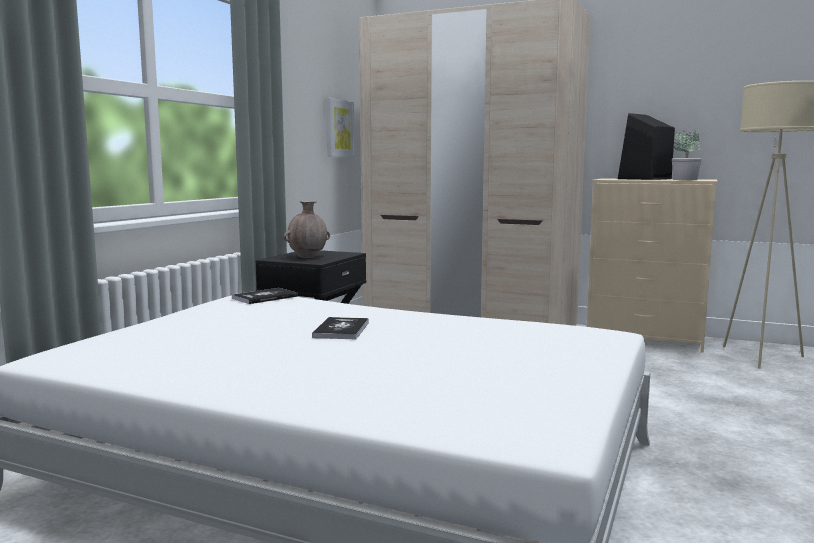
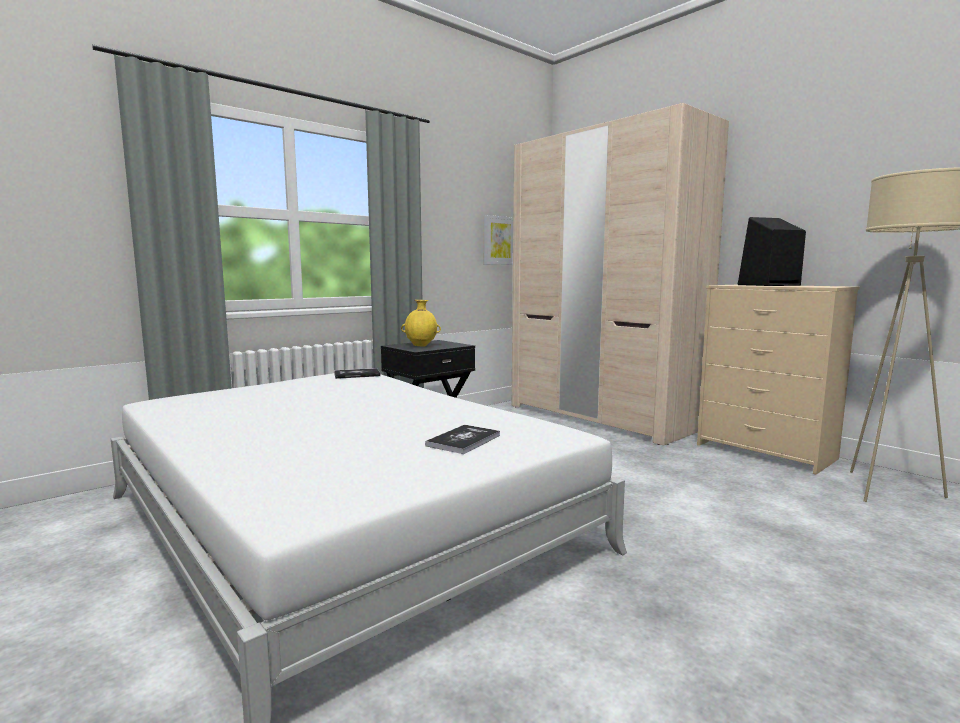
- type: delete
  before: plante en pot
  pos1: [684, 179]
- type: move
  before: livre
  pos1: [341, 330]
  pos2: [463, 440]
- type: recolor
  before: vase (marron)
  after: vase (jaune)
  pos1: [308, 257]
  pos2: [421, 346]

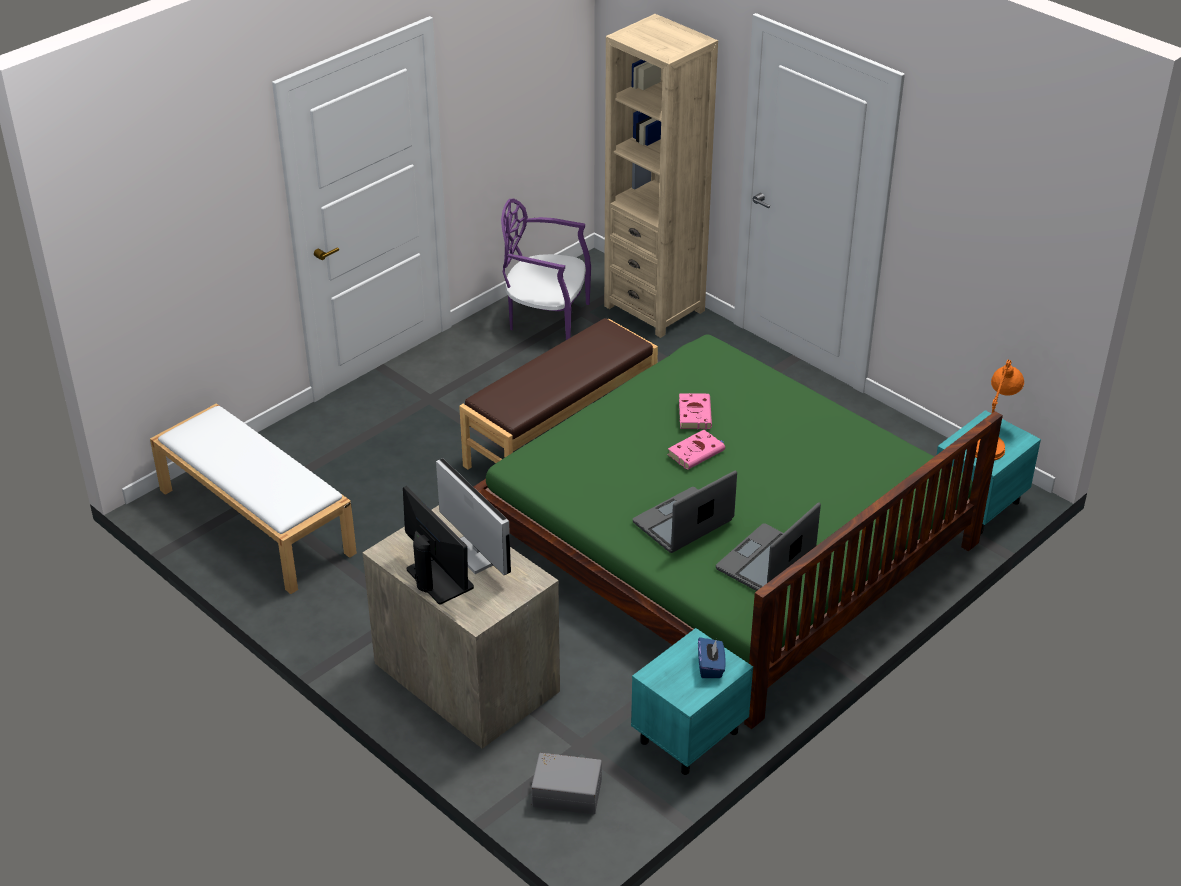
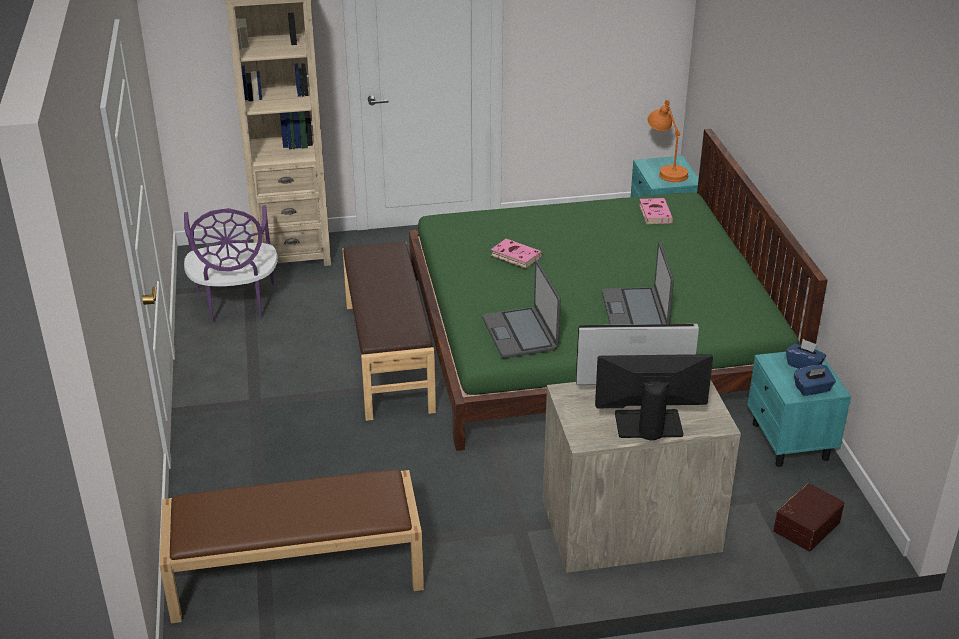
- type: insert
  after: boîte à mouchoirs (bleu)
  pos2: [812, 389]
- type: move
  before: livre (rose)
  pos1: [697, 452]
  pos2: [655, 213]
- type: move
  before: ordinateur portable
  pos1: [766, 562]
  pos2: [520, 334]
- type: recolor
  before: banc (blanc)
  after: banc (marron)
  pos1: [254, 521]
  pos2: [294, 573]
- type: recolor
  before: boîte de rangement (gris)
  after: boîte de rangement (marron)
  pos1: [567, 791]
  pos2: [805, 526]
- type: rotate
  before: chaise (violet)
  pos1: [546, 320]
  pos2: [235, 304]
  turn: -60

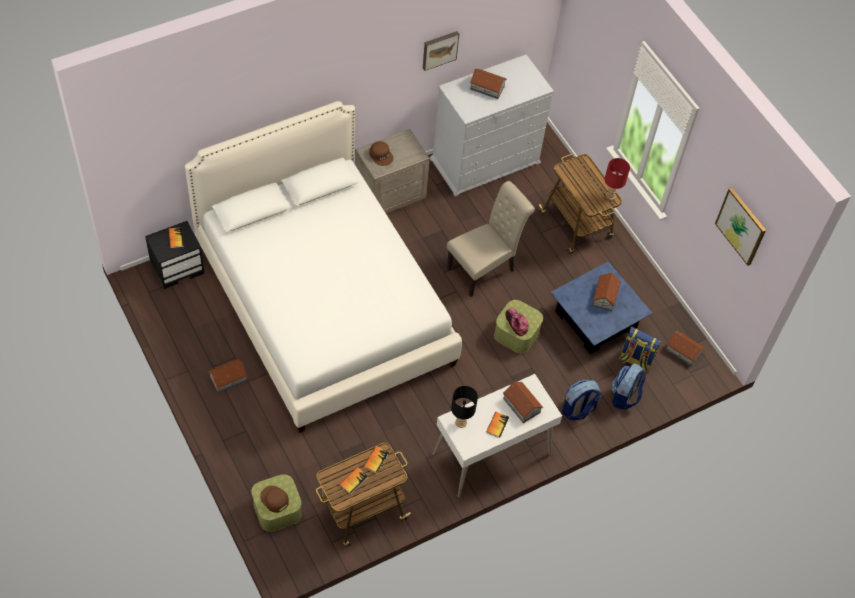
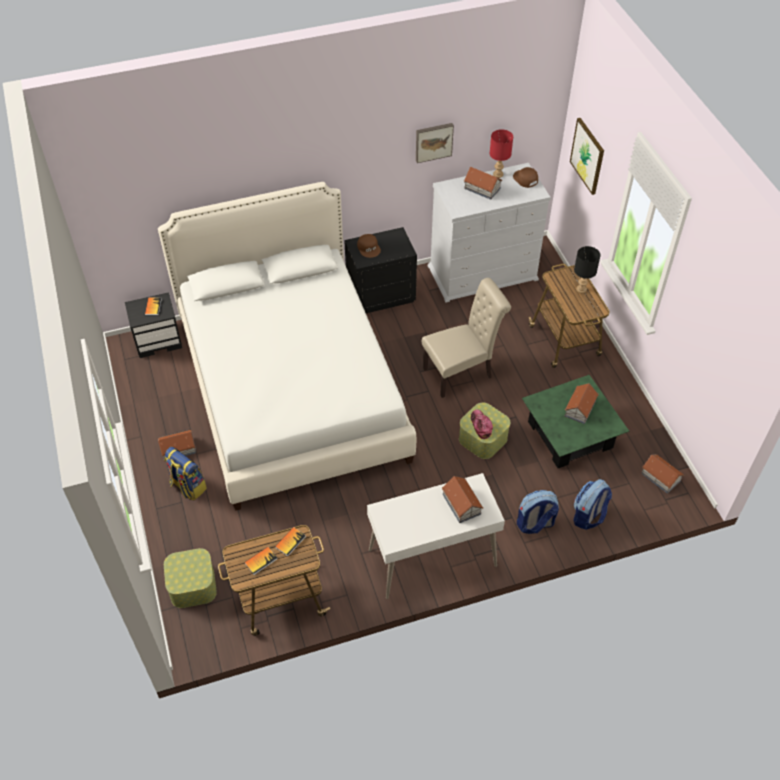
- type: delete
  before: livre
  pos1: [497, 425]
- type: move
  before: casquette (marron)
  pos1: [274, 499]
  pos2: [525, 179]
- type: move
  before: lampe de table (noir)
  pos1: [461, 423]
  pos2: [581, 290]
- type: move
  before: lampe de table (rouge)
  pos1: [610, 195]
  pos2: [498, 174]
- type: move
  before: sac à dos
  pos1: [635, 360]
  pos2: [187, 486]
- type: move
  before: tableau
  pos1: [741, 226]
  pos2: [587, 156]
- type: recolor
  before: table de chevet (beige)
  after: table de chevet (noir)
  pos1: [389, 194]
  pos2: [380, 294]
- type: recolor
  before: table basse (bleu)
  after: table basse (vert)
  pos1: [596, 320]
  pos2: [570, 435]

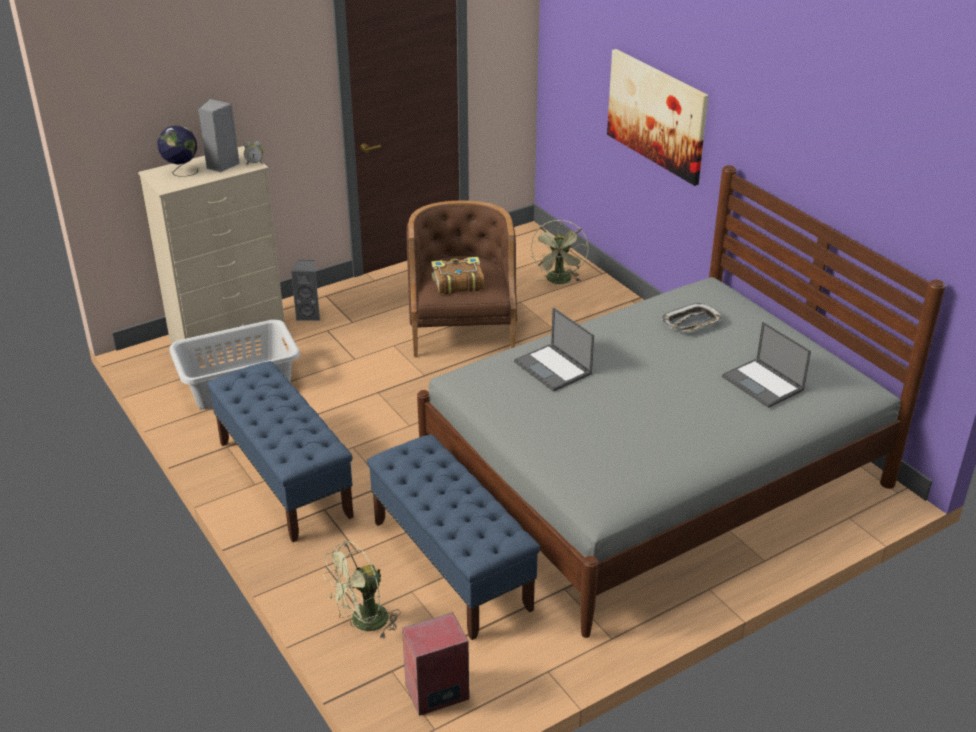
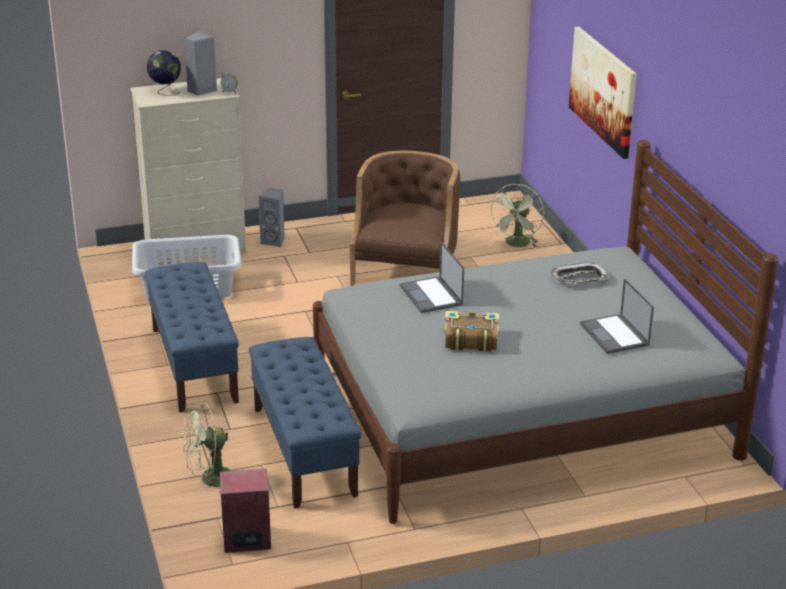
- type: move
  before: livre
  pos1: [457, 283]
  pos2: [470, 339]

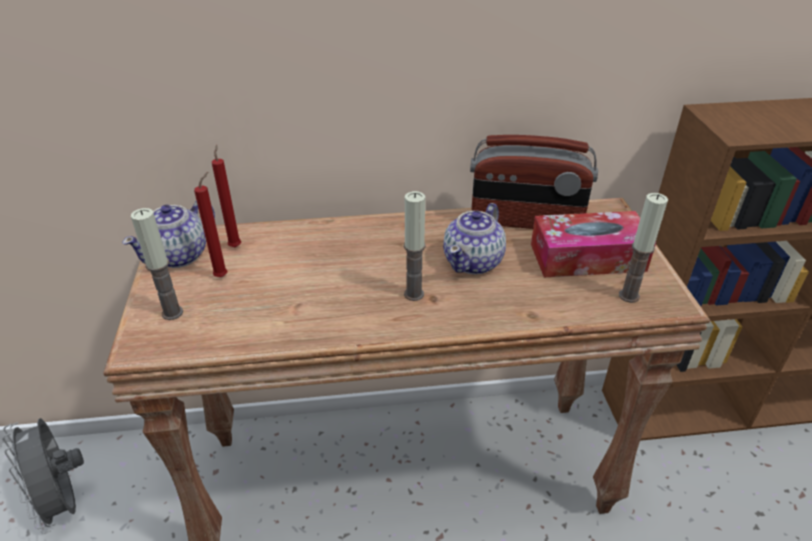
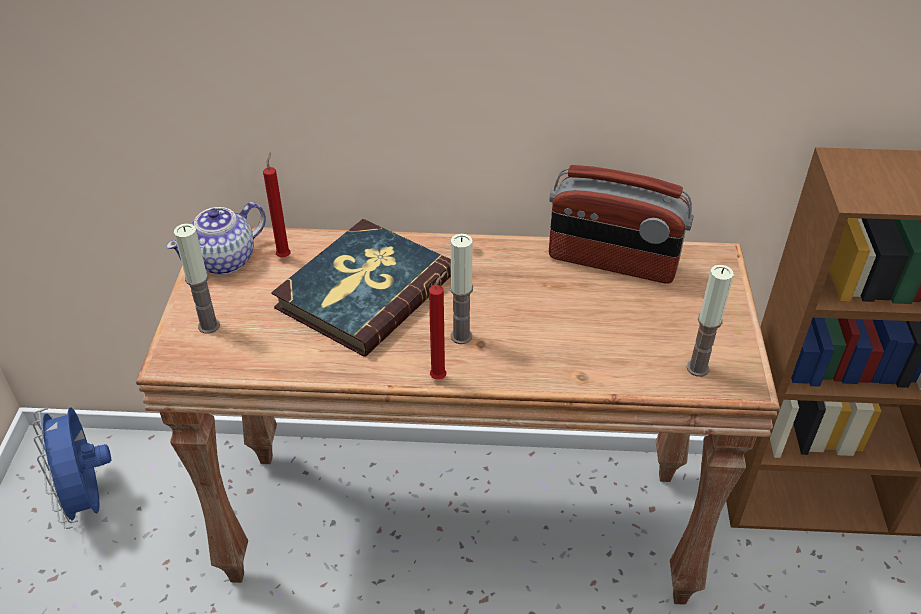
- type: delete
  before: théière
  pos1: [474, 261]
- type: delete
  before: boîte à mouchoirs
  pos1: [587, 257]
- type: insert
  after: livre
  pos2: [364, 291]
- type: move
  before: bougie (rouge)
  pos1: [223, 276]
  pos2: [440, 376]
- type: recolor
  before: ventilateur (gris)
  after: ventilateur (bleu)
  pos1: [65, 502]
  pos2: [89, 499]

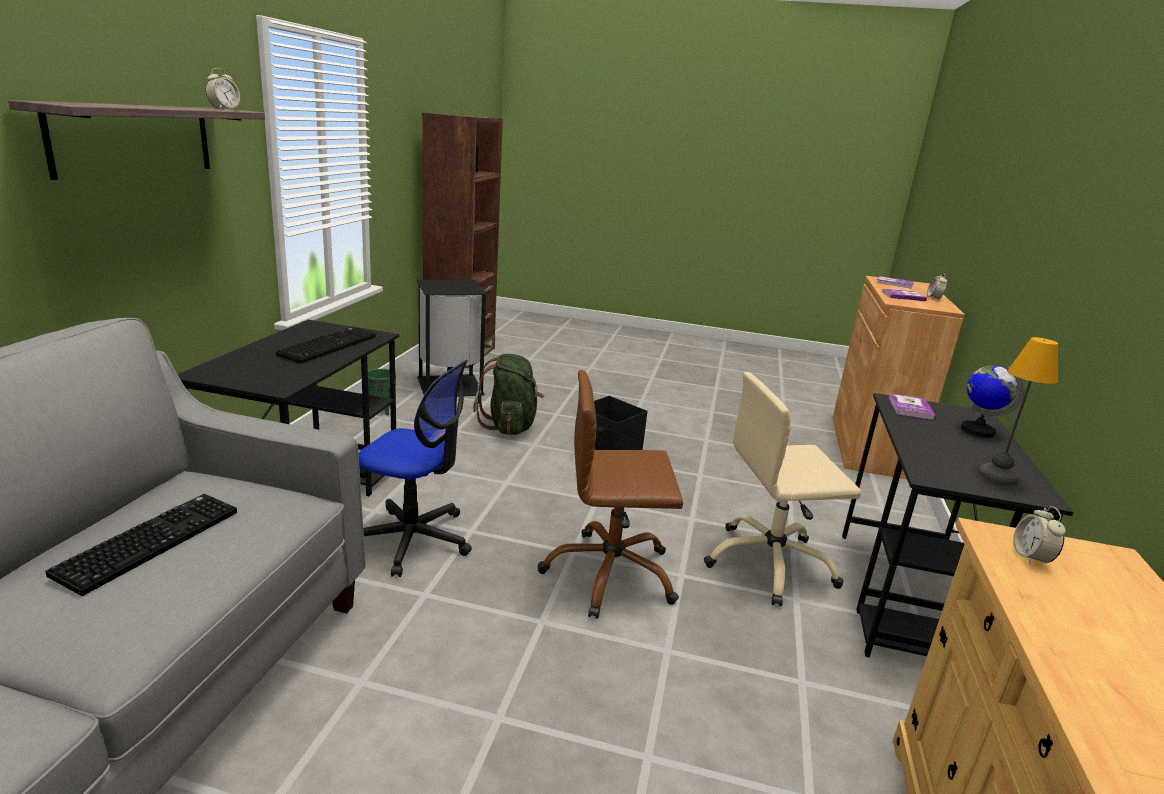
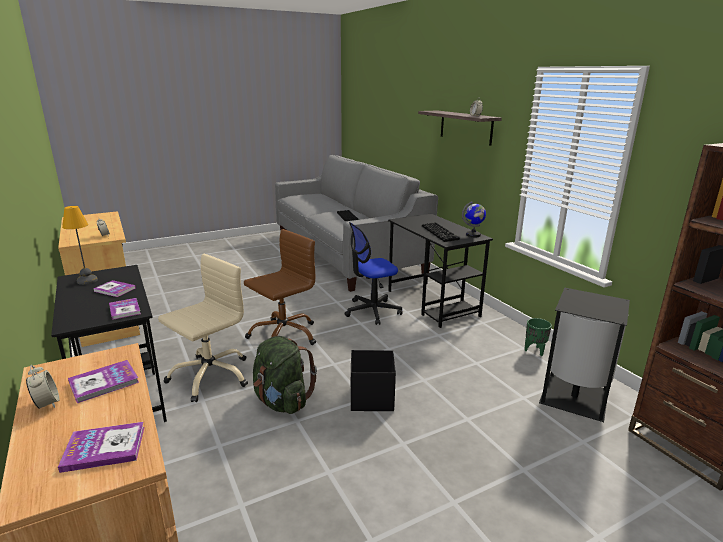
- type: insert
  after: livre
  pos2: [115, 289]
- type: move
  before: sac à dos (vert)
  pos1: [510, 426]
  pos2: [282, 402]
- type: move
  before: globe
  pos1: [977, 431]
  pos2: [473, 235]

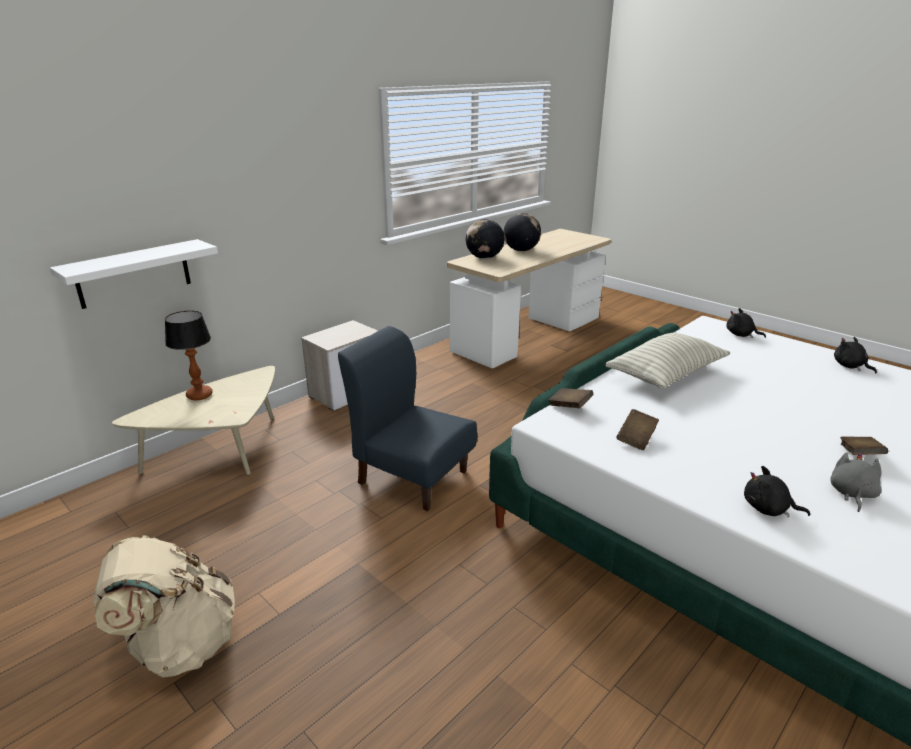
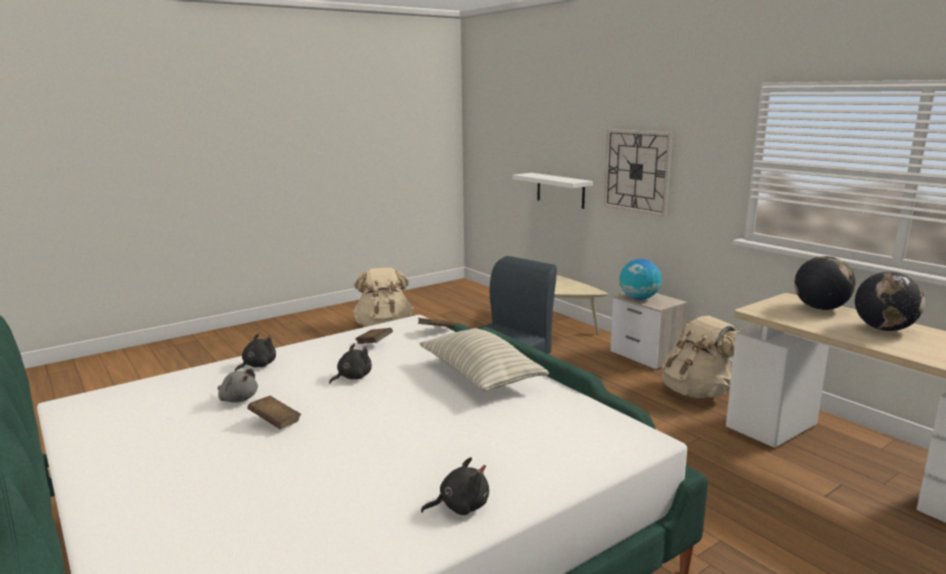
- type: delete
  before: lampe de table
  pos1: [199, 395]
- type: insert
  after: horloge murale
  pos2: [637, 171]
- type: insert
  after: globe
  pos2: [638, 298]
- type: insert
  after: sac à dos (beige)
  pos2: [697, 392]
- type: move
  before: peluche (noir)
  pos1: [741, 335]
  pos2: [352, 377]

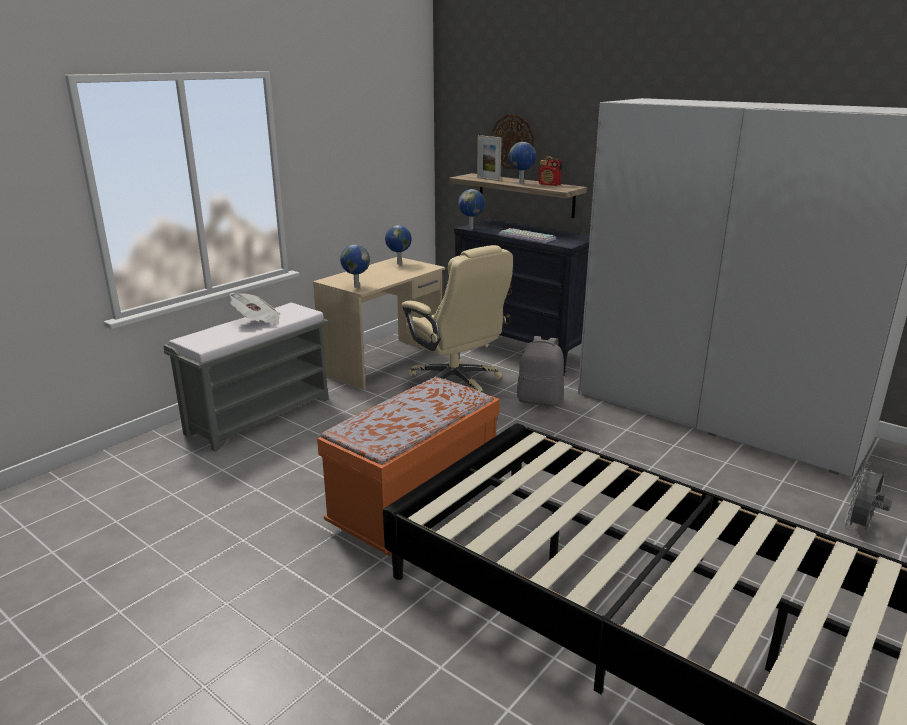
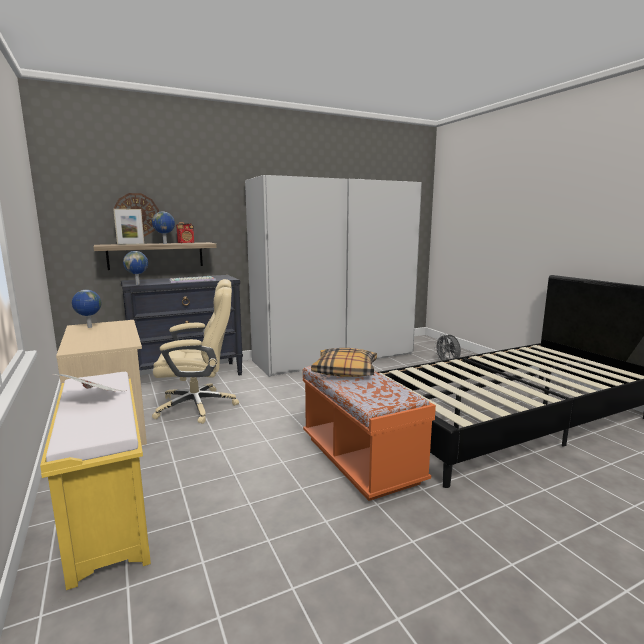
- type: delete
  before: globe
  pos1: [356, 287]
- type: delete
  before: sac à dos (gris)
  pos1: [540, 400]
- type: insert
  after: coussin
  pos2: [345, 371]
- type: recolor
  before: banc (gris)
  after: banc (jaune)
  pos1: [260, 415]
  pos2: [107, 514]

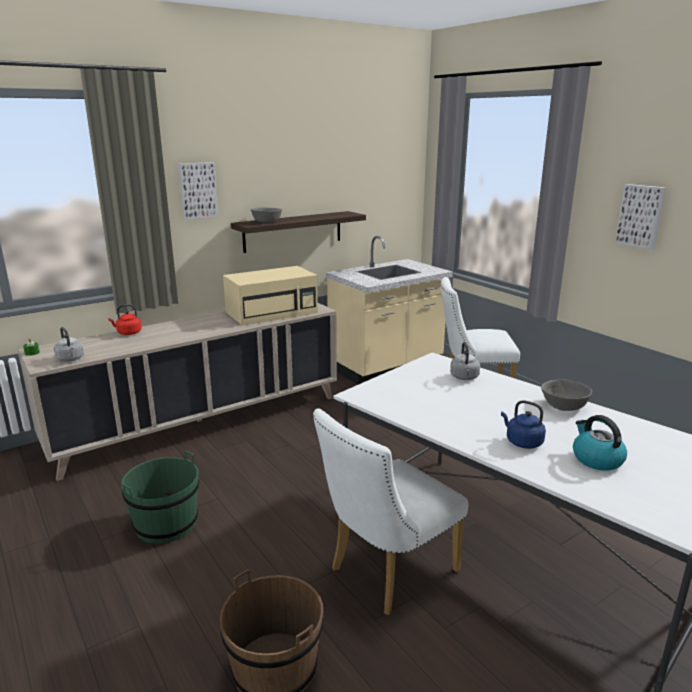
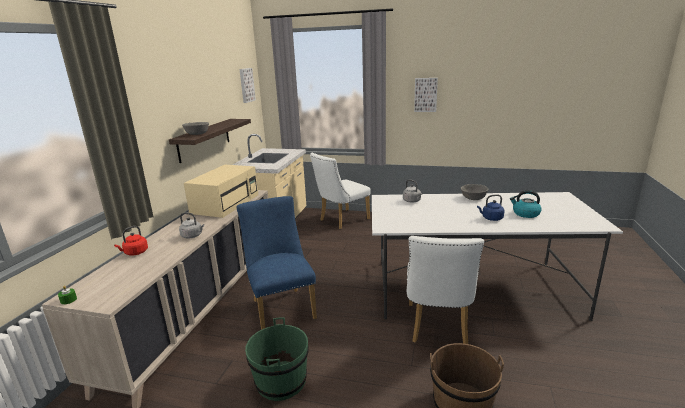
- type: insert
  after: chaise (bleu)
  pos2: [282, 306]
- type: move
  before: bouilloire (gris)
  pos1: [70, 359]
  pos2: [193, 236]
- type: move
  before: tableau
  pos1: [197, 190]
  pos2: [246, 85]

